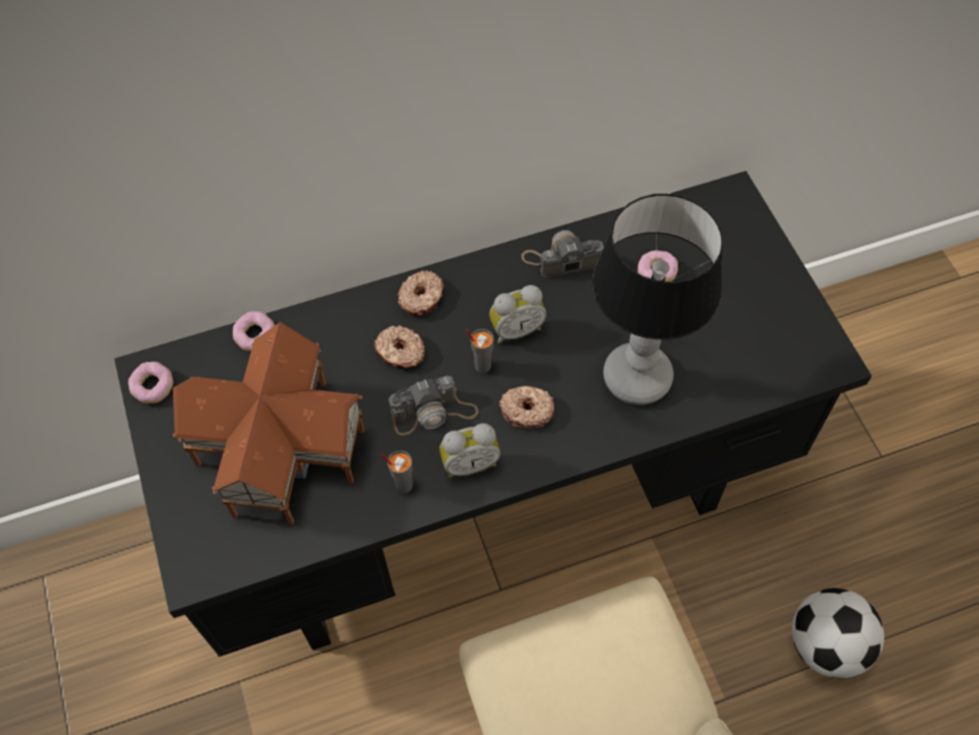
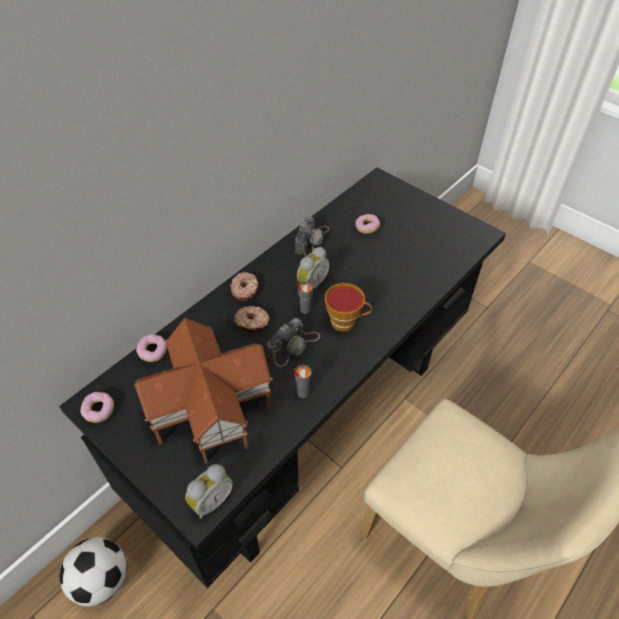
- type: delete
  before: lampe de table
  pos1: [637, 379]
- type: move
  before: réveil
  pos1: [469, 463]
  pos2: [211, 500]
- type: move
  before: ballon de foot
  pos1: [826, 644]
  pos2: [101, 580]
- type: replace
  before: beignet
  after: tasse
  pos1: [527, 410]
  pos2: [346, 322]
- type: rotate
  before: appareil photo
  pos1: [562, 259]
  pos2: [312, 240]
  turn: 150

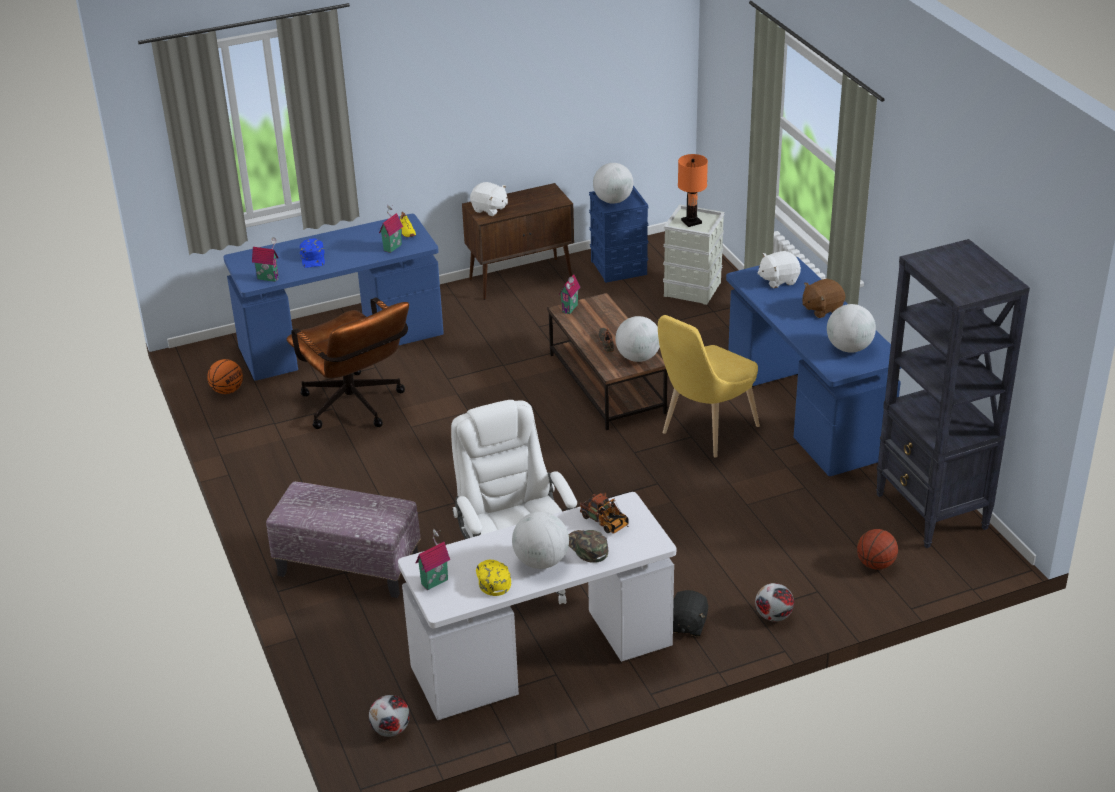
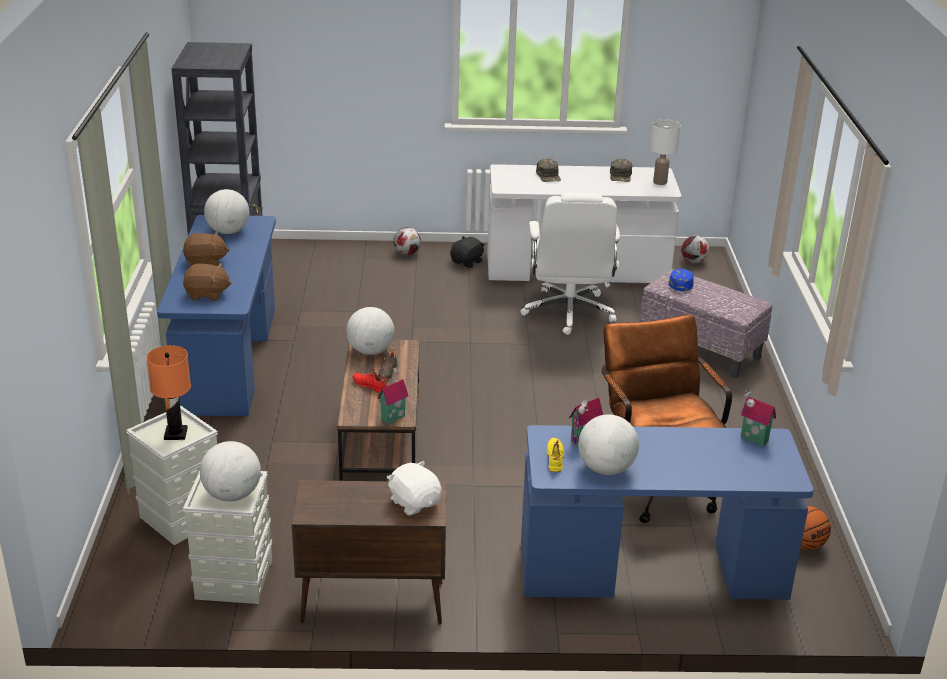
- type: delete
  before: camion jouet
  pos1: [606, 523]
- type: delete
  before: chaise (jaune)
  pos1: [705, 432]
- type: delete
  before: ballon de basket
  pos1: [875, 564]
- type: insert
  after: chaussure (rouge)
  pos2: [370, 386]
- type: move
  before: casquette (bleu)
  pos1: [313, 258]
  pos2: [680, 282]
- type: move
  before: globe
  pos1: [541, 561]
  pos2: [606, 469]
- type: replace
  before: maison miniature
  after: lampe de table (blanc)
  pos1: [434, 581]
  pos2: [660, 182]
- type: recolor
  before: casquette (jaune)
  after: casquette (vert)
  pos1: [492, 579]
  pos2: [621, 175]
- type: recolor
  before: boîte de rangement (bleu)
  after: boîte de rangement (gris)
  pos1: [619, 268]
  pos2: [233, 579]
- type: recolor
  before: peluche (blanc)
  after: peluche (marron)
  pos1: [778, 280]
  pos2: [207, 294]

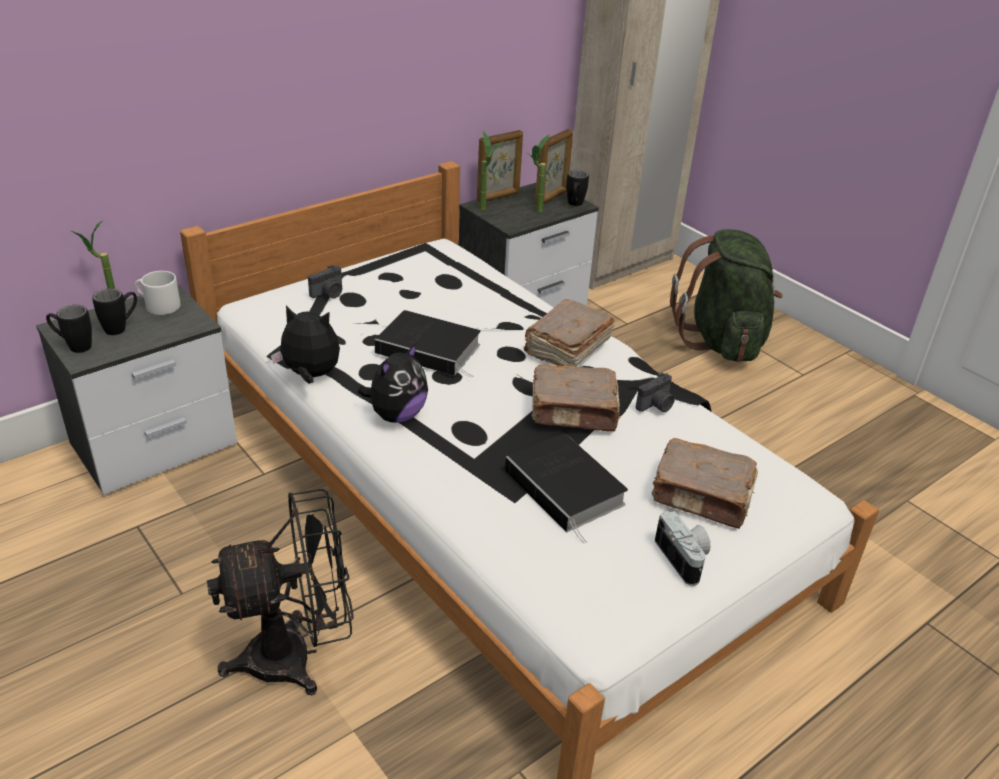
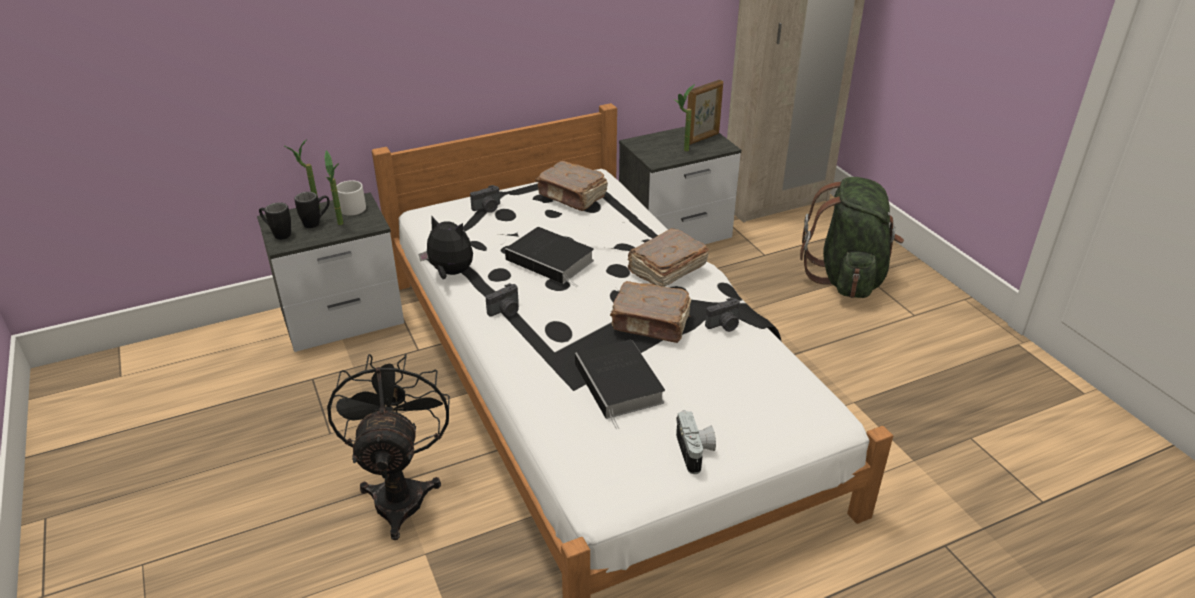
- type: delete
  before: cadre photo
  pos1: [498, 197]
- type: delete
  before: mug (noir)
  pos1: [574, 205]
- type: move
  before: plante en pot
  pos1: [487, 210]
  pos2: [343, 226]
- type: move
  before: livre (marron)
  pos1: [702, 497]
  pos2: [572, 196]
- type: replace
  before: peluche
  after: appareil photo
  pos1: [396, 415]
  pos2: [505, 311]
- type: rotate
  before: ventilateur (noir)
  pos1: [297, 656]
  pos2: [400, 492]
  turn: -90

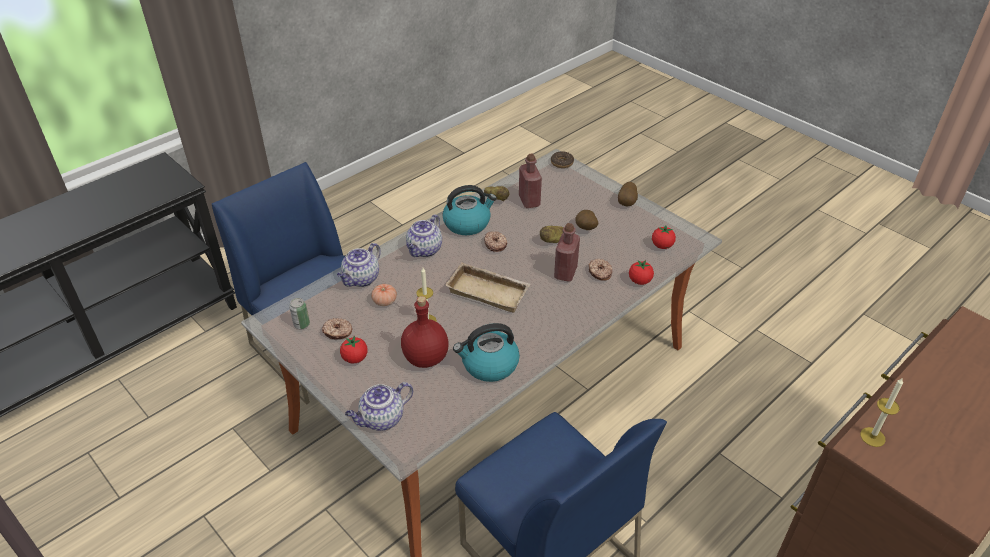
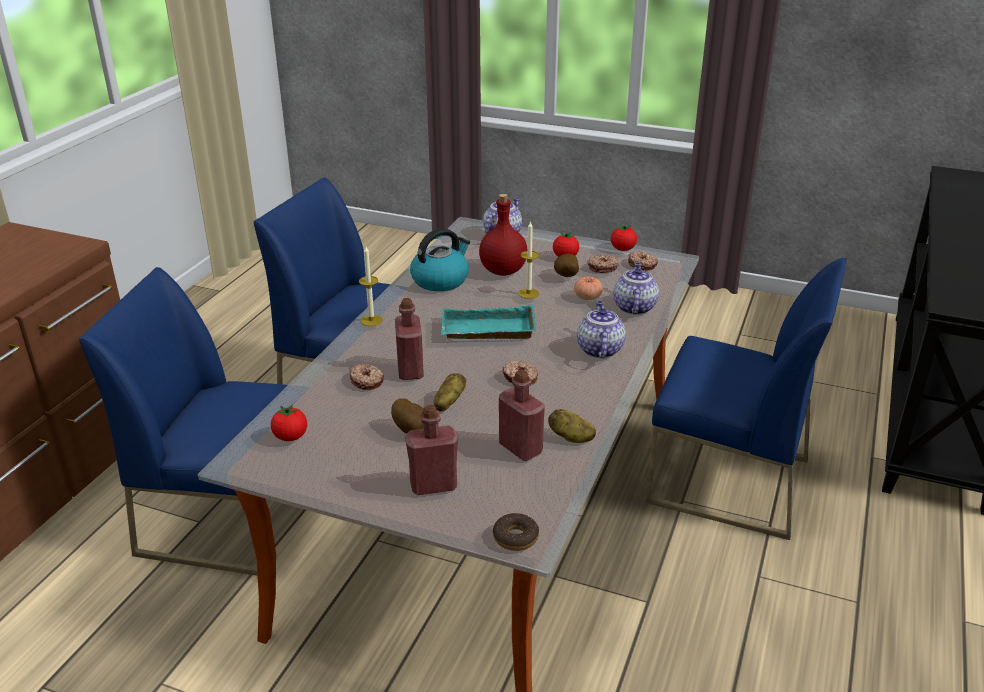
- type: delete
  before: bouilloire
  pos1: [467, 223]
- type: insert
  after: chaise (bleu)
  pos2: [234, 518]
- type: insert
  after: bouteille (rouge)
  pos2: [433, 485]
- type: move
  before: pomme de terre
  pos1: [627, 203]
  pos2: [565, 277]
- type: move
  before: tomate
  pos1: [639, 281]
  pos2: [623, 249]
- type: move
  before: bougie
  pos1: [872, 437]
  pos2: [371, 320]
- type: replace
  before: boîte métallique
  after: beignet
  pos1: [301, 324]
  pos2: [642, 264]
- type: recolor
  before: plateau (beige)
  after: plateau (turquoise)
  pos1: [489, 291]
  pos2: [487, 331]

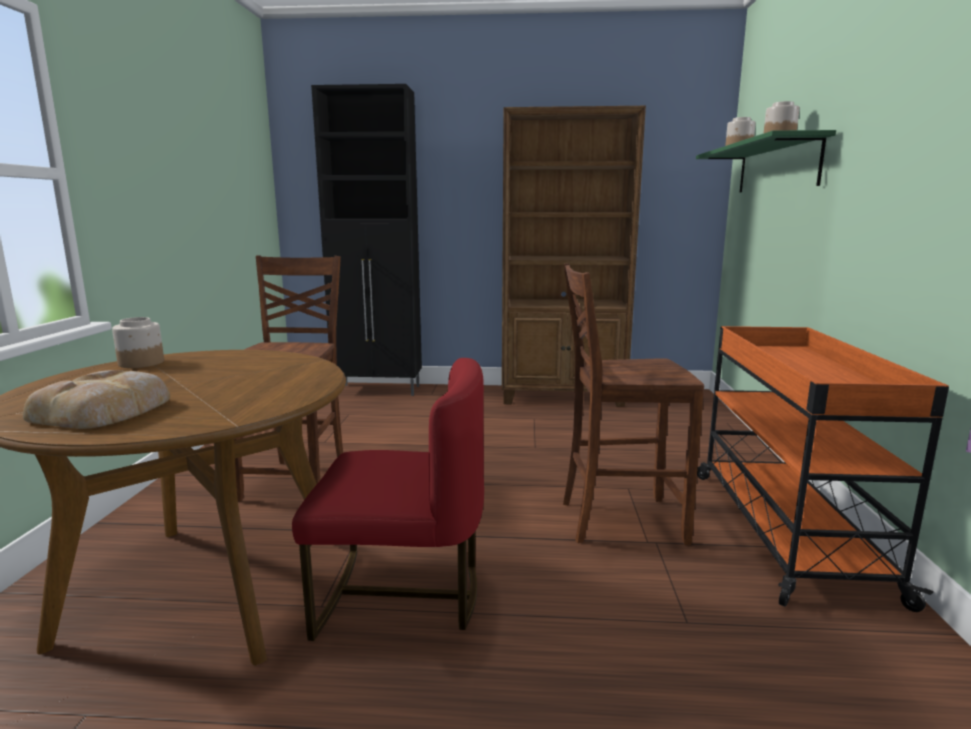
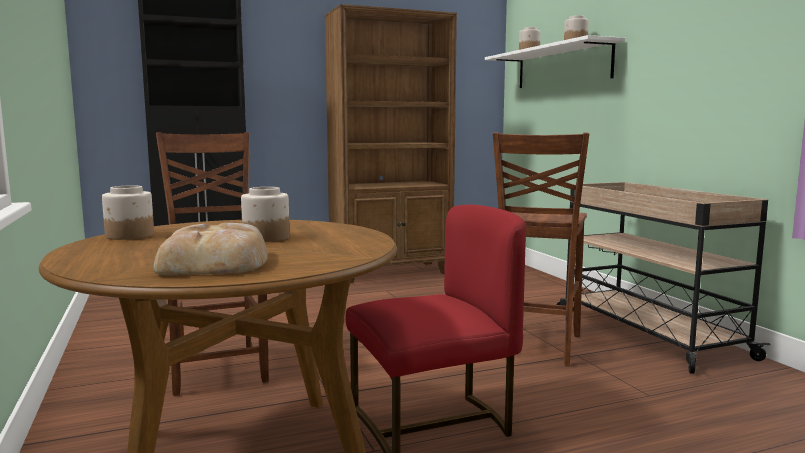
- type: insert
  after: bocal
  pos2: [265, 238]
- type: recolor
  before: étagère (vert)
  after: étagère (blanc)
  pos1: [776, 167]
  pos2: [562, 66]
- type: recolor
  before: chariot (orange)
  after: chariot (beige)
  pos1: [784, 529]
  pos2: [646, 332]
- type: rotate
  before: chaise (marron)
  pos1: [618, 520]
  pos2: [536, 347]
  turn: -45

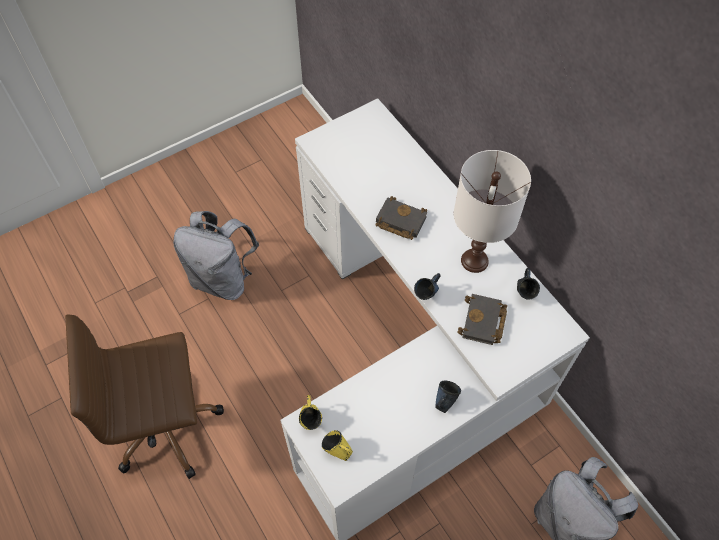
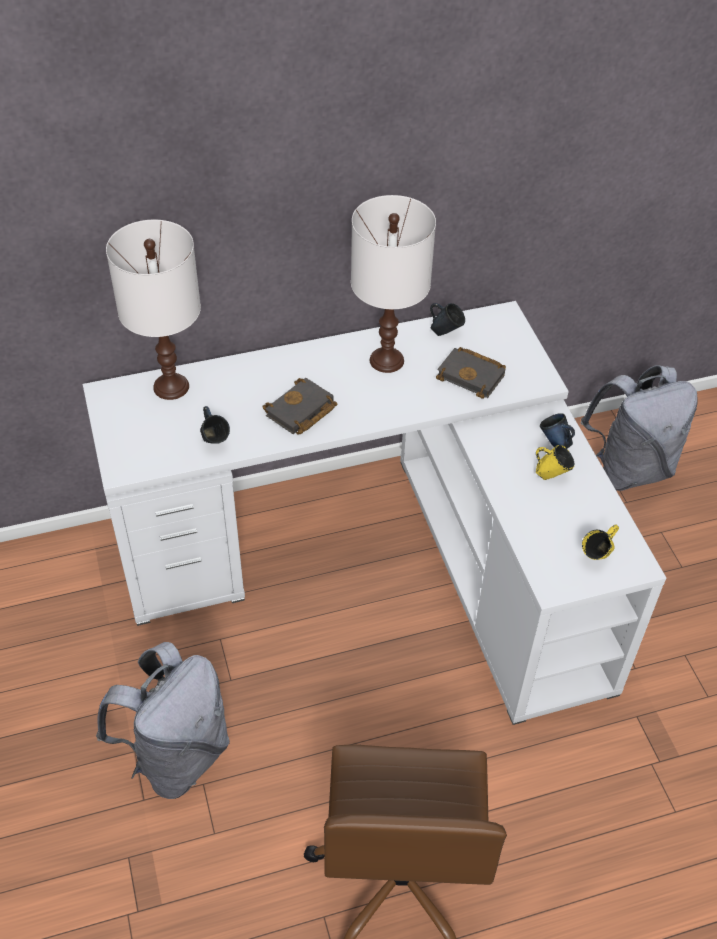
- type: insert
  after: lampe de table (blanc)
  pos2: [170, 386]
- type: move
  before: mug (jaune)
  pos1: [311, 419]
  pos2: [551, 475]
- type: move
  before: mug (bleu)
  pos1: [427, 295]
  pos2: [214, 443]

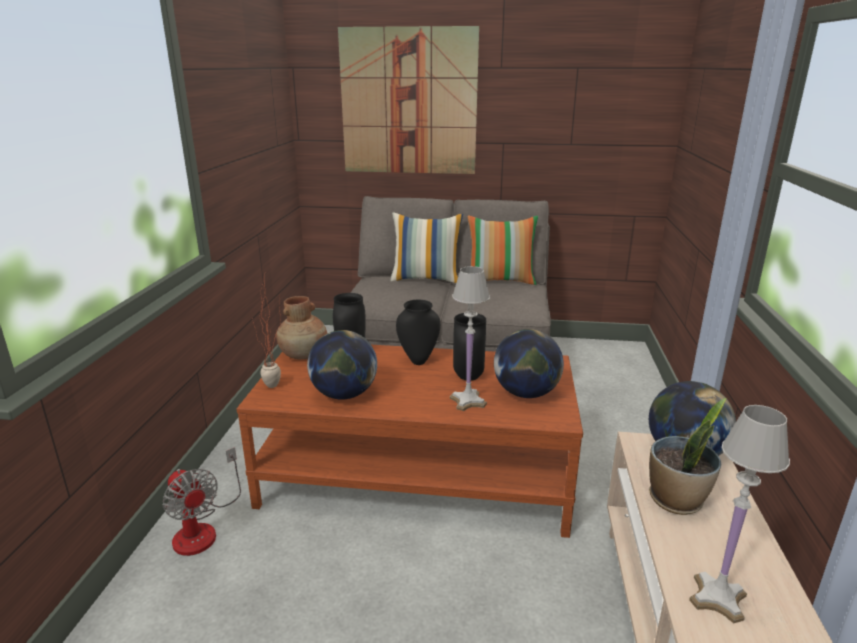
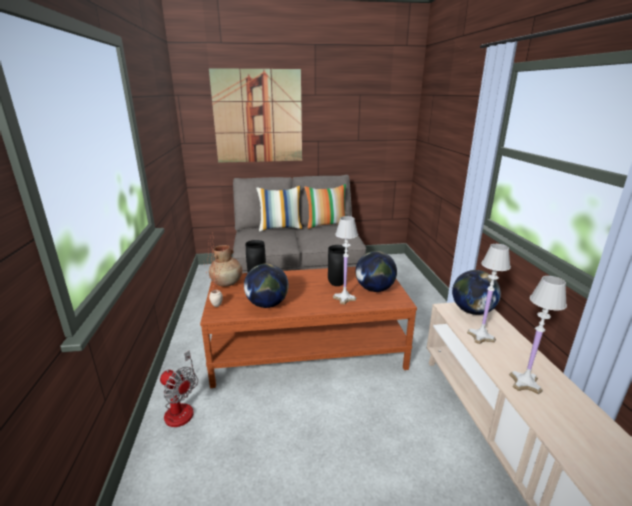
- type: delete
  before: vase (noir)
  pos1: [418, 361]
- type: replace
  before: plante en pot
  after: lampe de table (blanc)
  pos1: [676, 500]
  pos2: [480, 336]

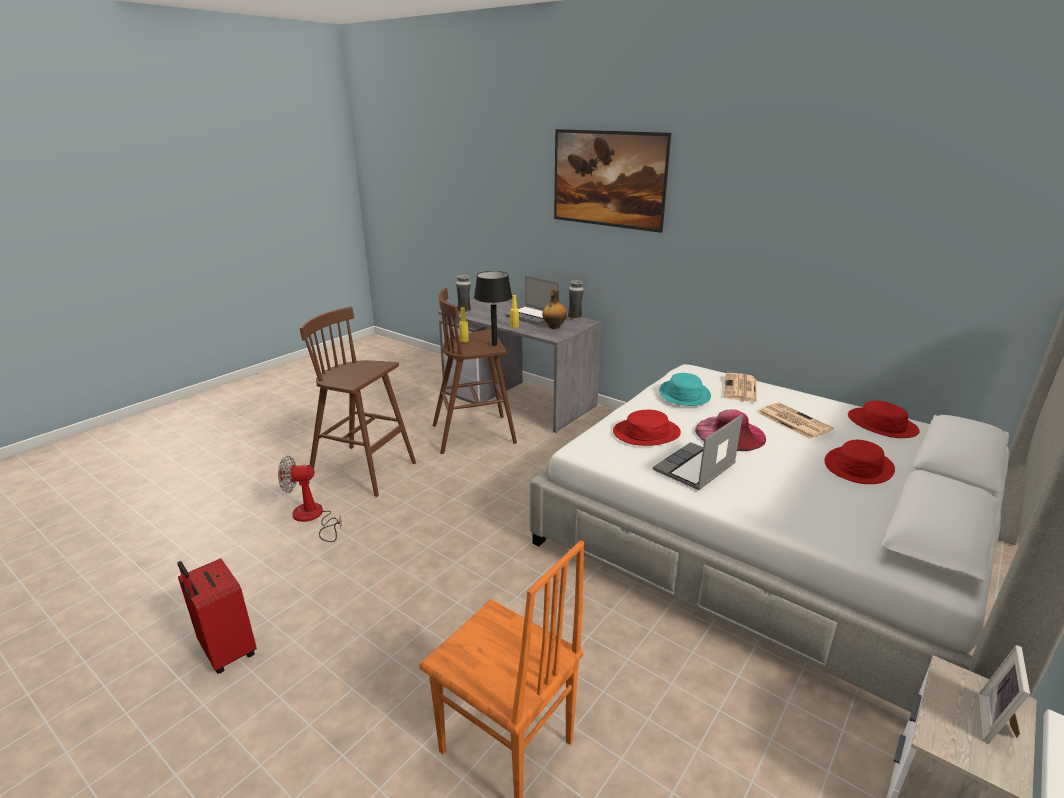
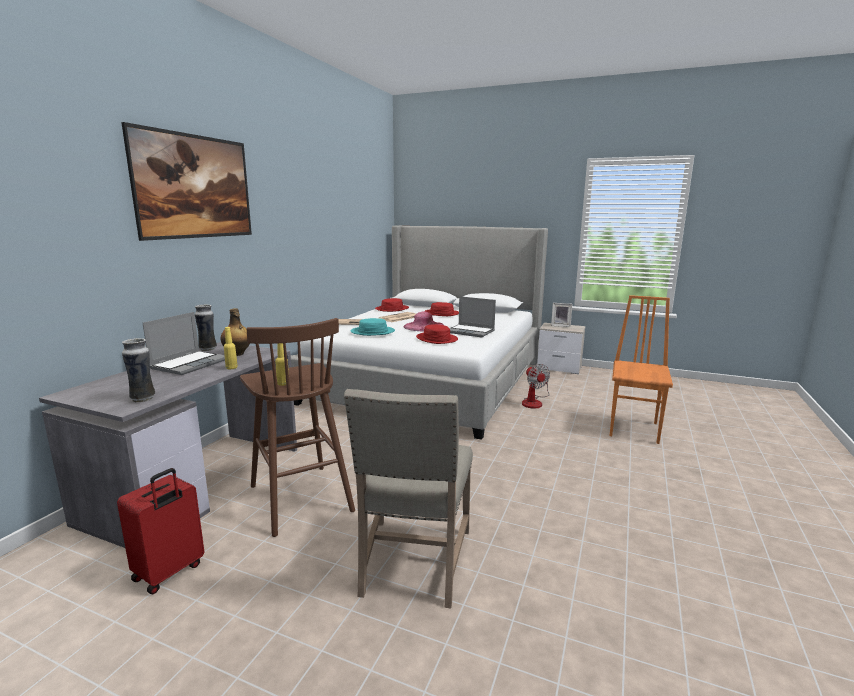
- type: delete
  before: lampe de table (noir)
  pos1: [494, 345]
- type: move
  before: valise (rouge)
  pos1: [226, 652]
  pos2: [169, 572]
- type: move
  before: ventilateur
  pos1: [313, 518]
  pos2: [534, 402]
- type: replace
  before: tabouret (marron)
  after: chaise (beige)
  pos1: [365, 470]
  pos2: [413, 563]

